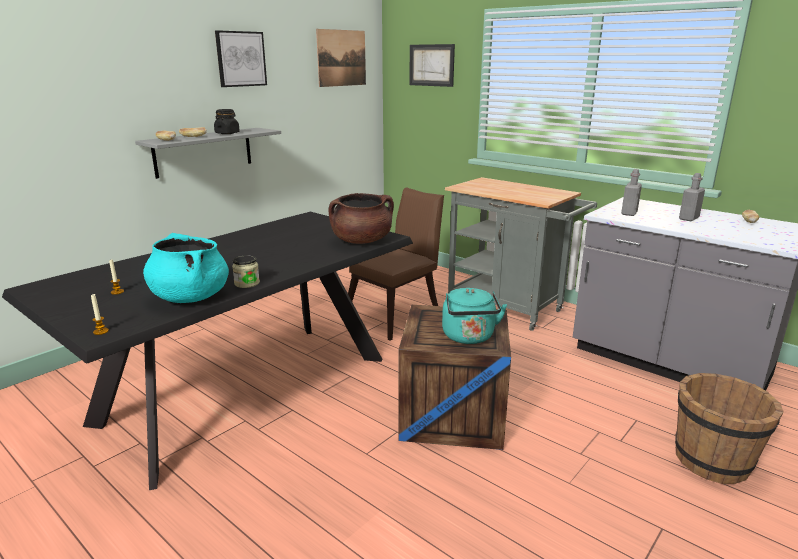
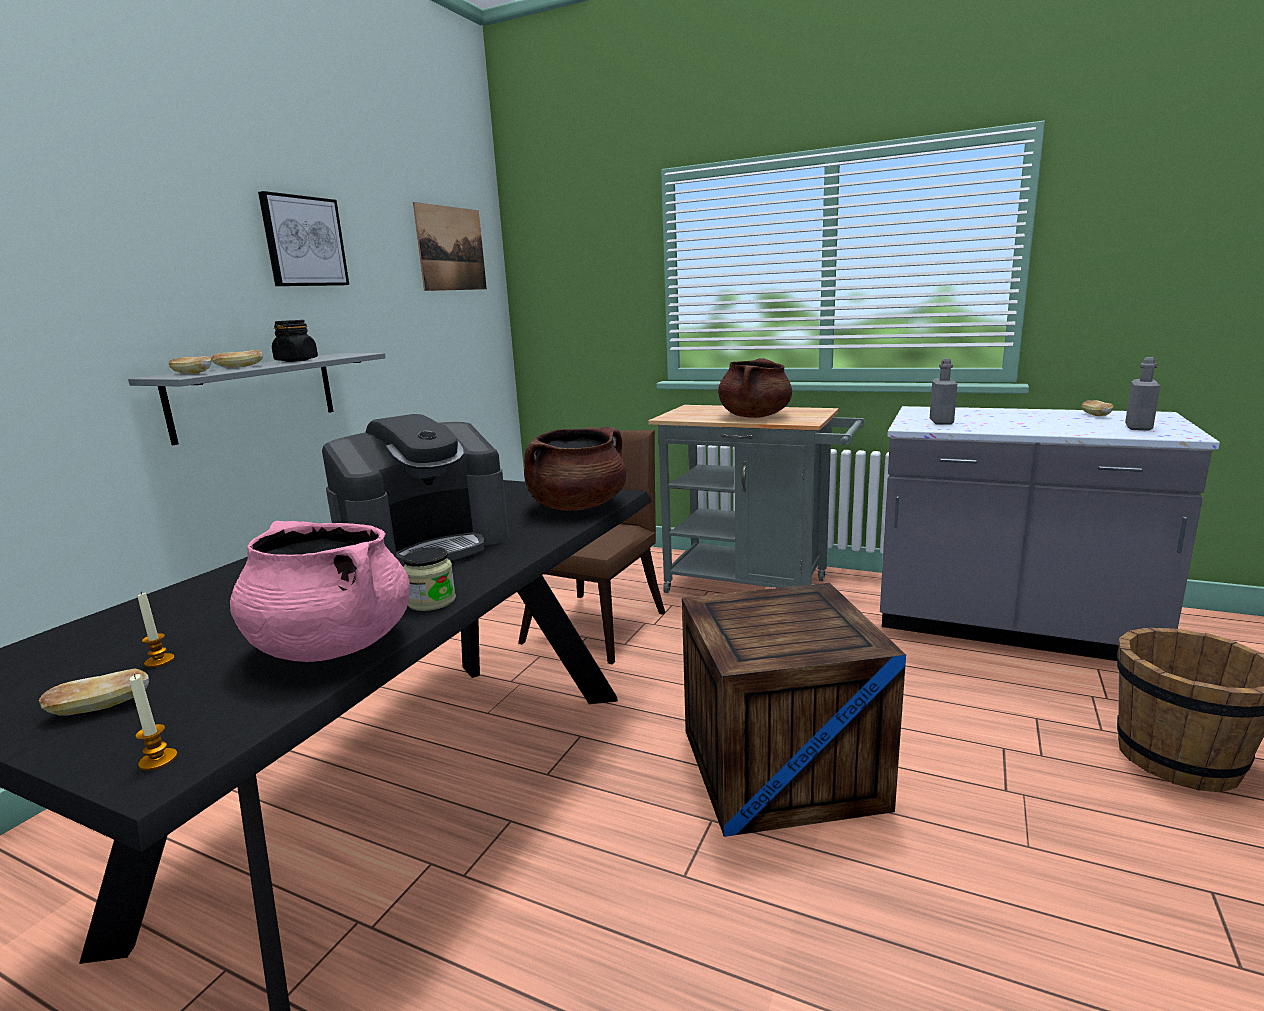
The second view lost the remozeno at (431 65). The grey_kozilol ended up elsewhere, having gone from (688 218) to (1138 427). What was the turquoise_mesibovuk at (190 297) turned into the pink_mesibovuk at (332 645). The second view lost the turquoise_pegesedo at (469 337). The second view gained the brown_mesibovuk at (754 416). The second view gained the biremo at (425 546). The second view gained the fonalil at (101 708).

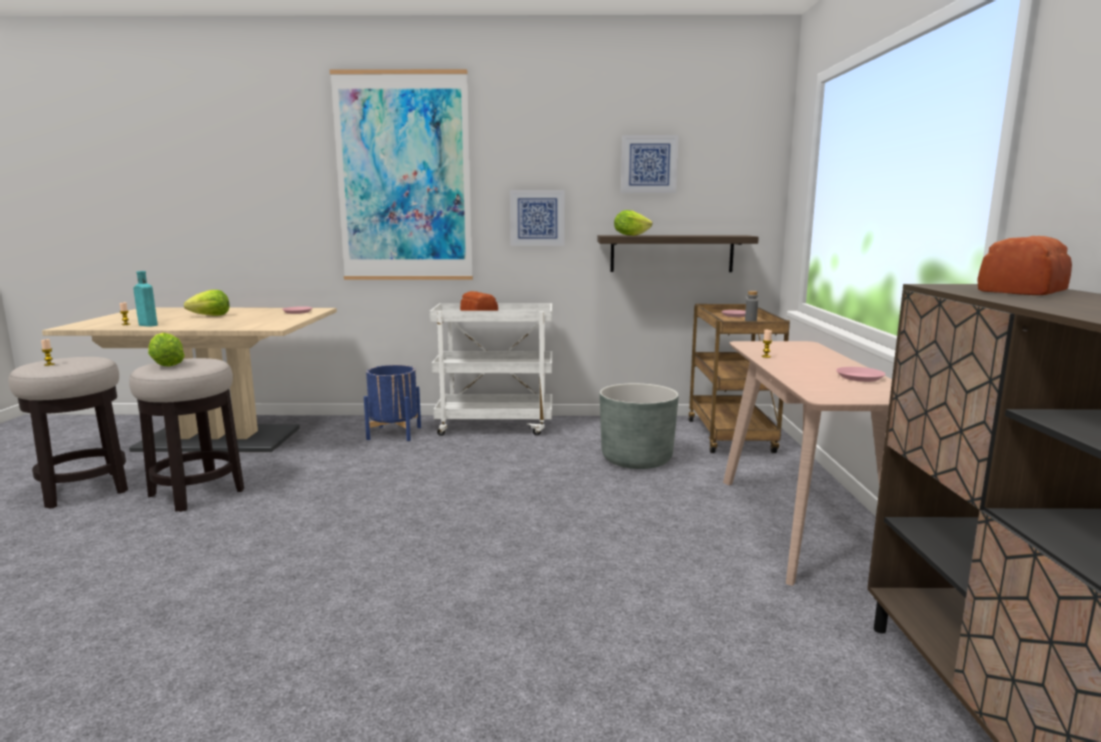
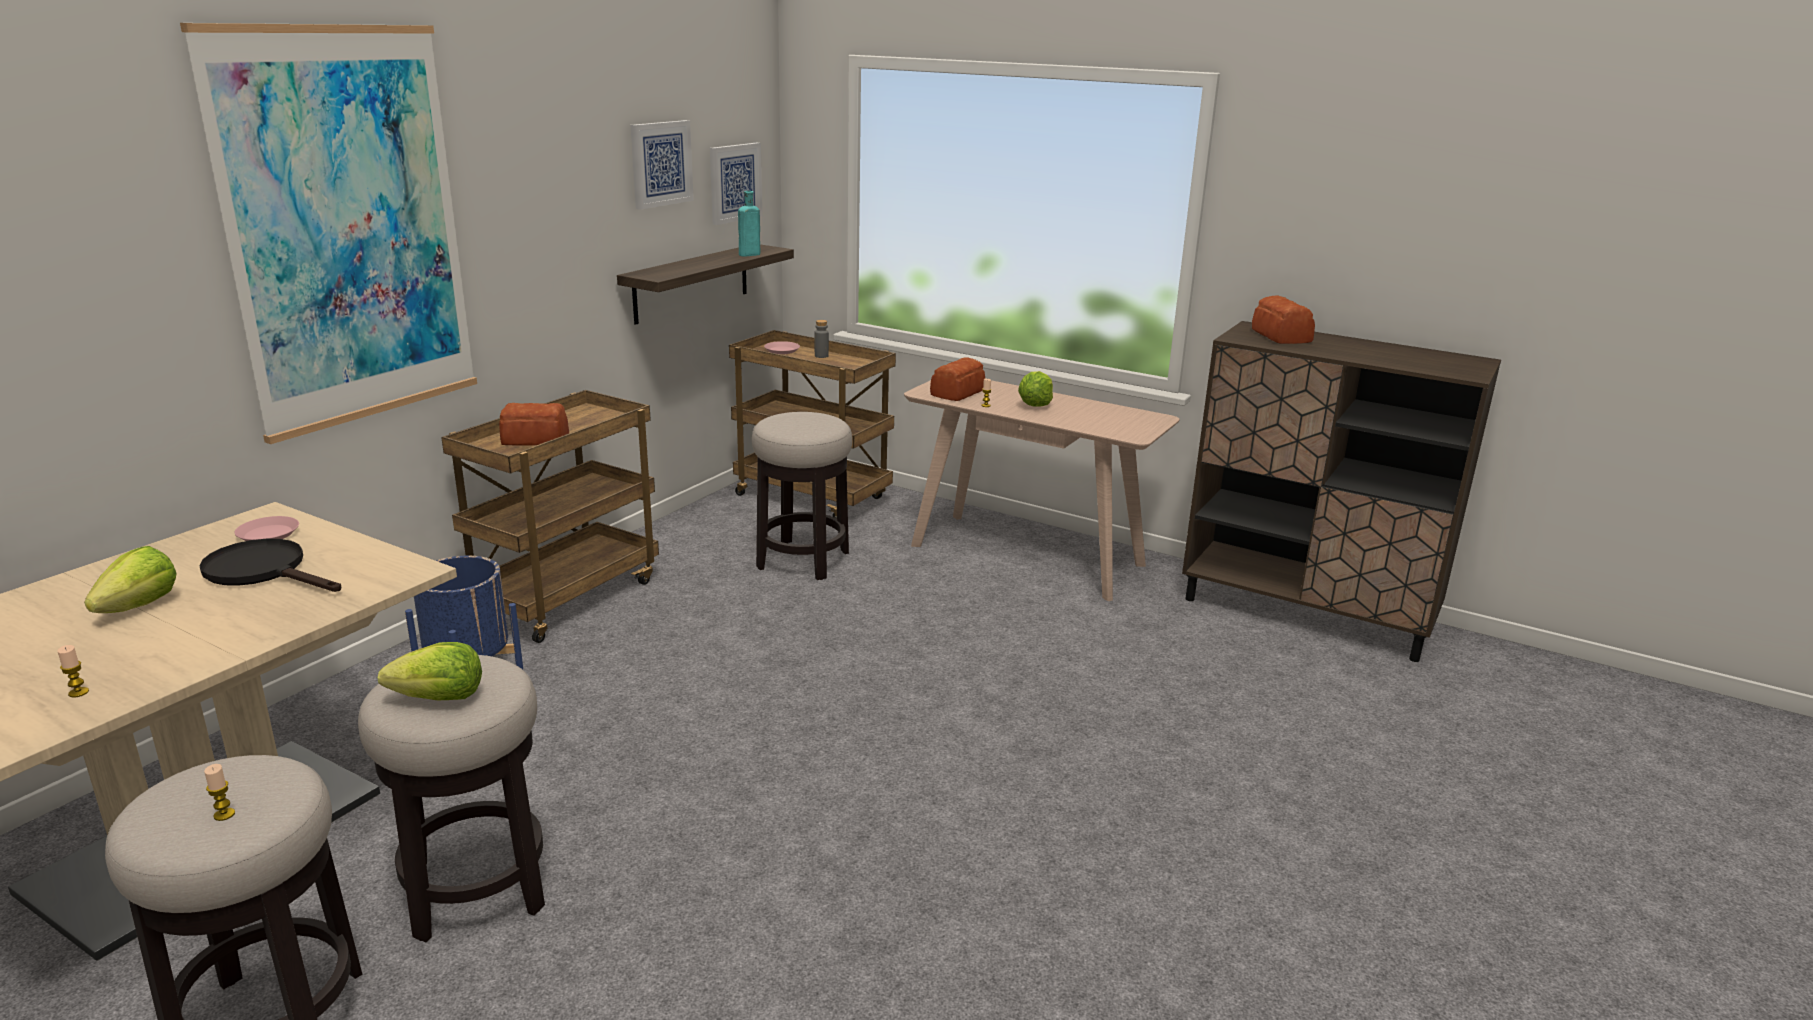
The remozeno ended up elsewhere, having gone from (537 218) to (734 182). The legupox ended up elsewhere, having gone from (630 235) to (1035 405). The turquoise_kozilol ended up elsewhere, having gone from (147 325) to (748 255). What was the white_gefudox at (496 426) turned into the brown_gefudox at (567 596). The second view lost the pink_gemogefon at (860 377). Where the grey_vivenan stood at (636 459), the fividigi came to stand at (803 560). The second view gained the fonalil at (959 392). The second view gained the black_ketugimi at (264 571).

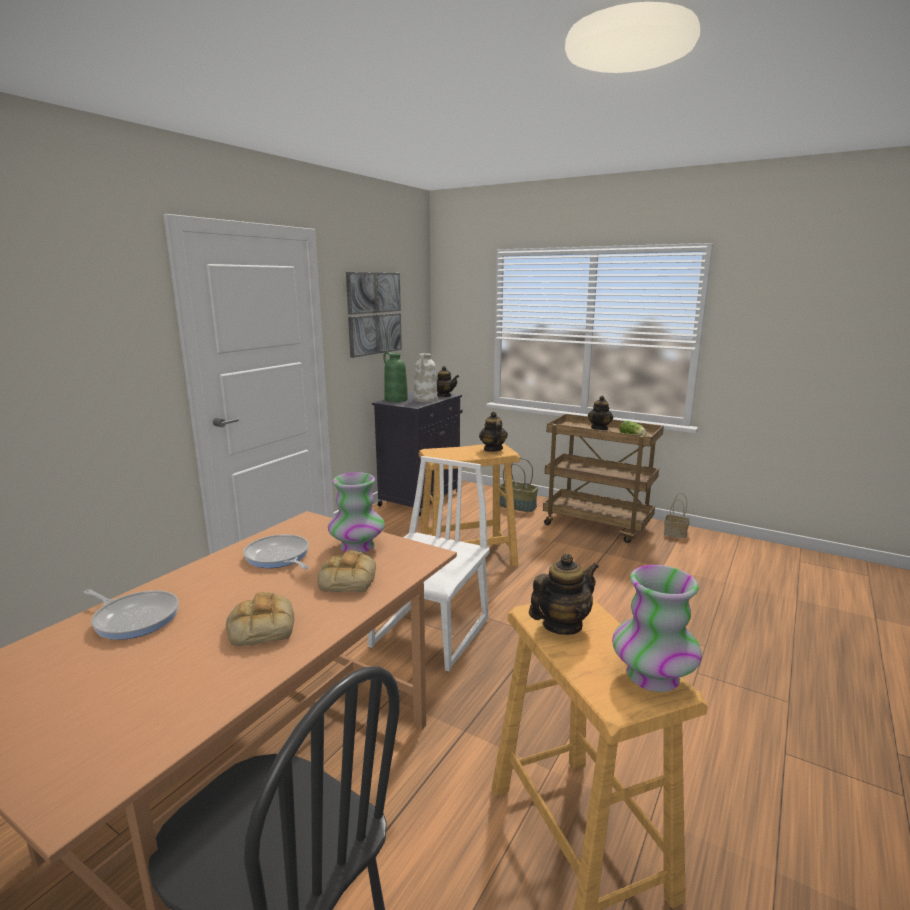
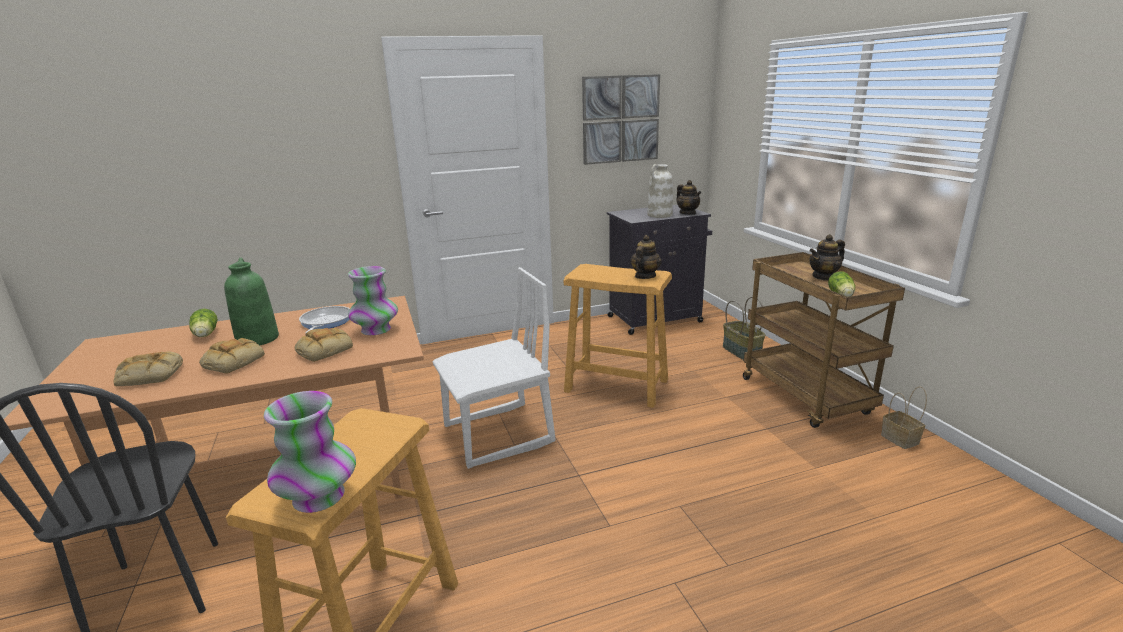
The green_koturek ended up elsewhere, having gone from (395 399) to (257 339). The second view lost the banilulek at (562 625). Where the ketugimi stood at (134 618), the legupox came to stand at (205 335). The second view gained the fonalil at (149 376).

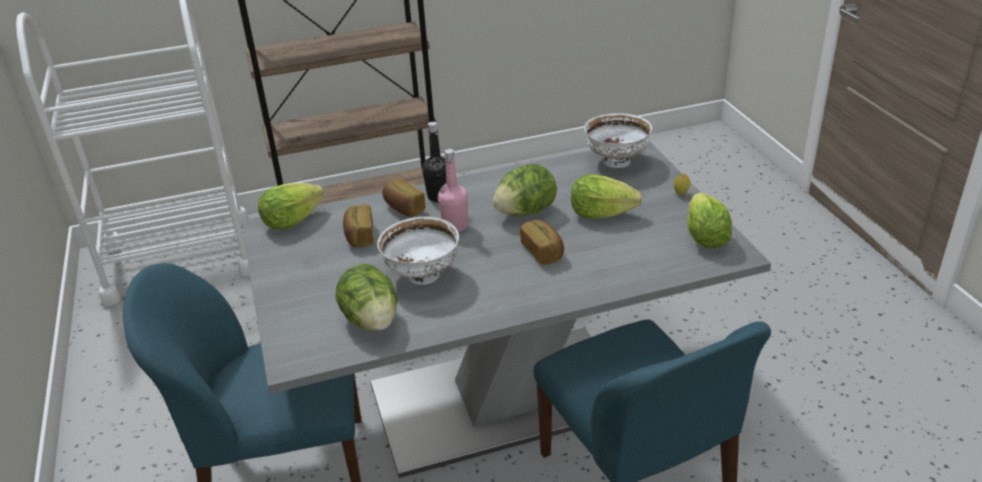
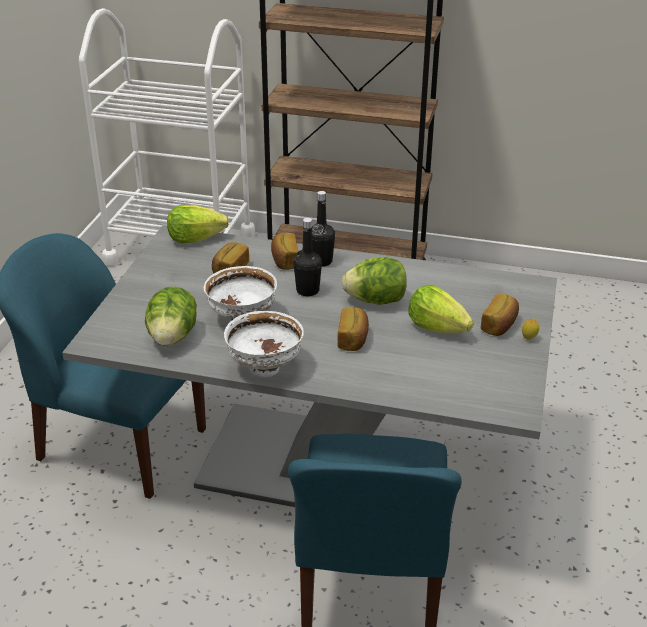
The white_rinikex ended up elsewhere, having gone from (616 161) to (264 367). What was the pink_kozilol at (455 226) turned into the black_kozilol at (307 290). The second view lost the legupox at (705 237). The second view gained the fonalil at (500 325).

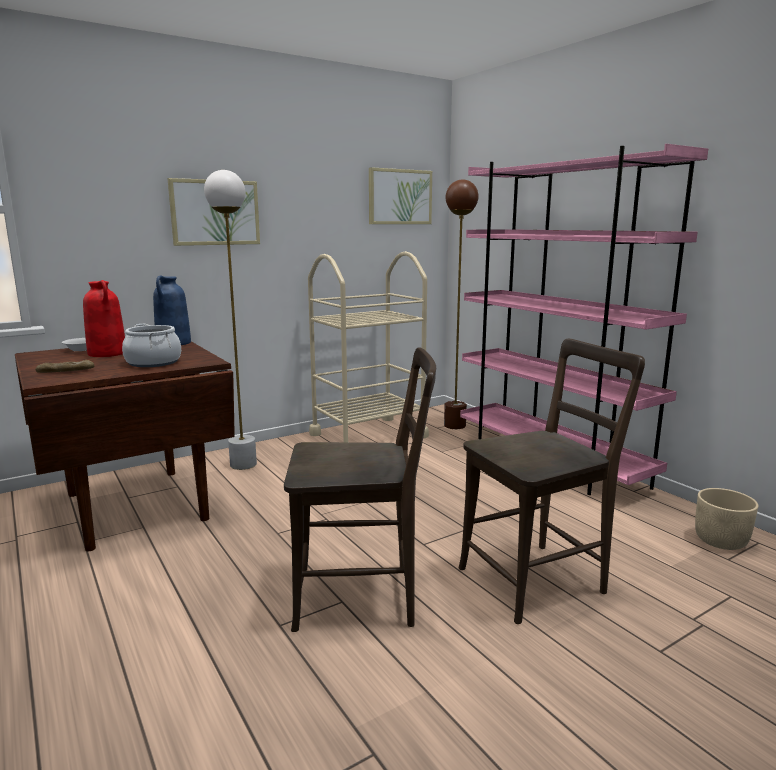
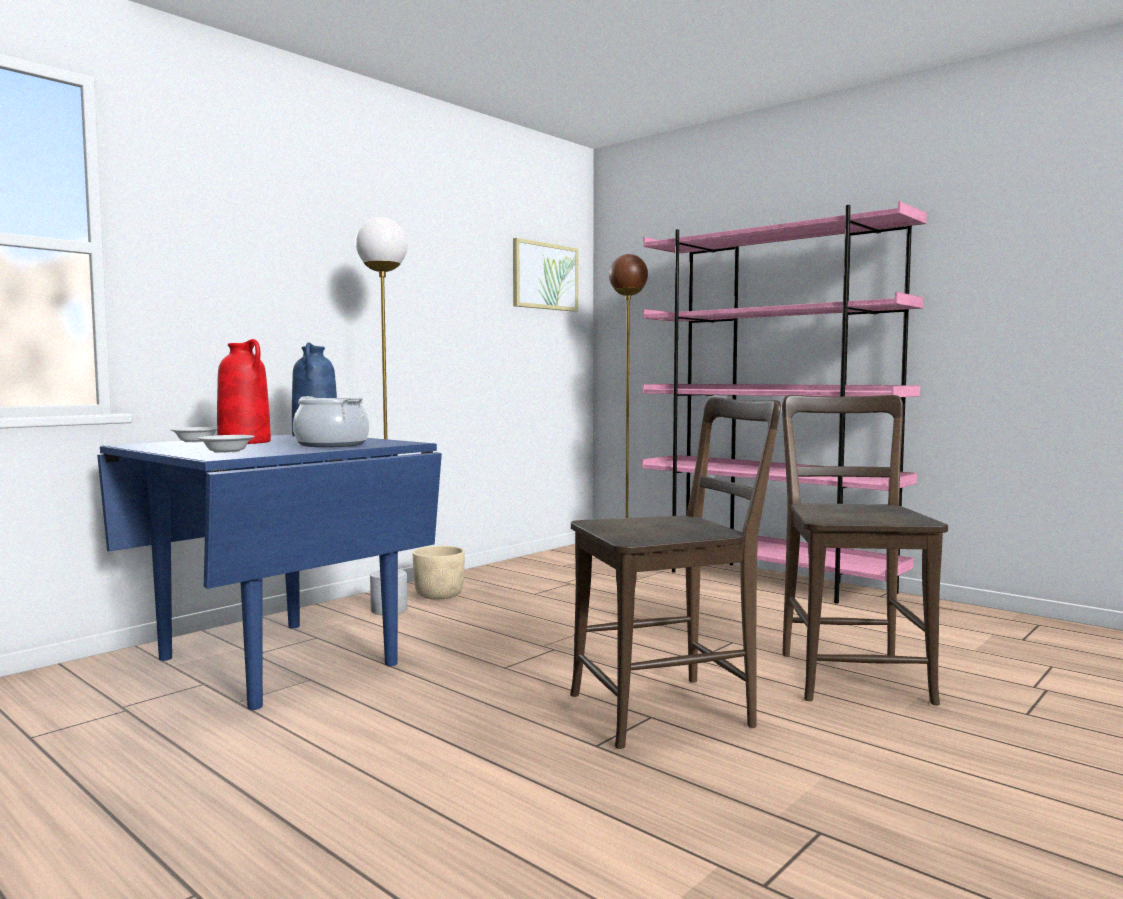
The second view lost the remozeno at (215 212). The second view lost the beige_gefudox at (368 435). The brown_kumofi at (538 579) ended up facing another way, 45 degrees counterclockwise from before. What was the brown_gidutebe at (137 506) turned into the blue_gidutebe at (279 660). Where the fonalil stood at (65 371), the white_rinikex came to stand at (227 451). The beige_vivenan ended up elsewhere, having gone from (720 540) to (439 595).

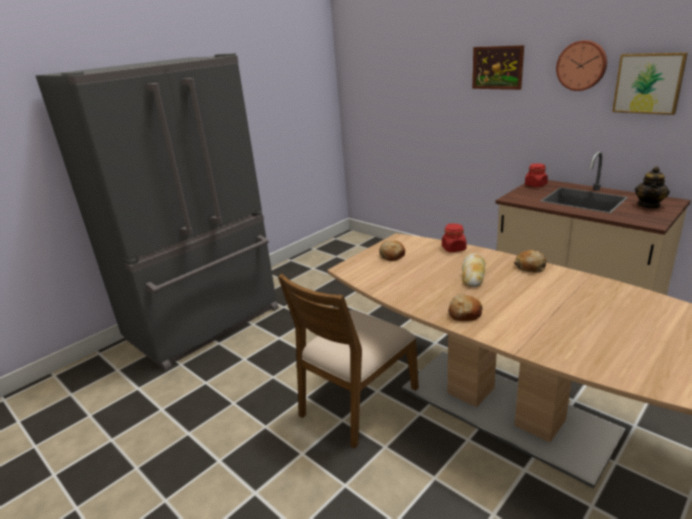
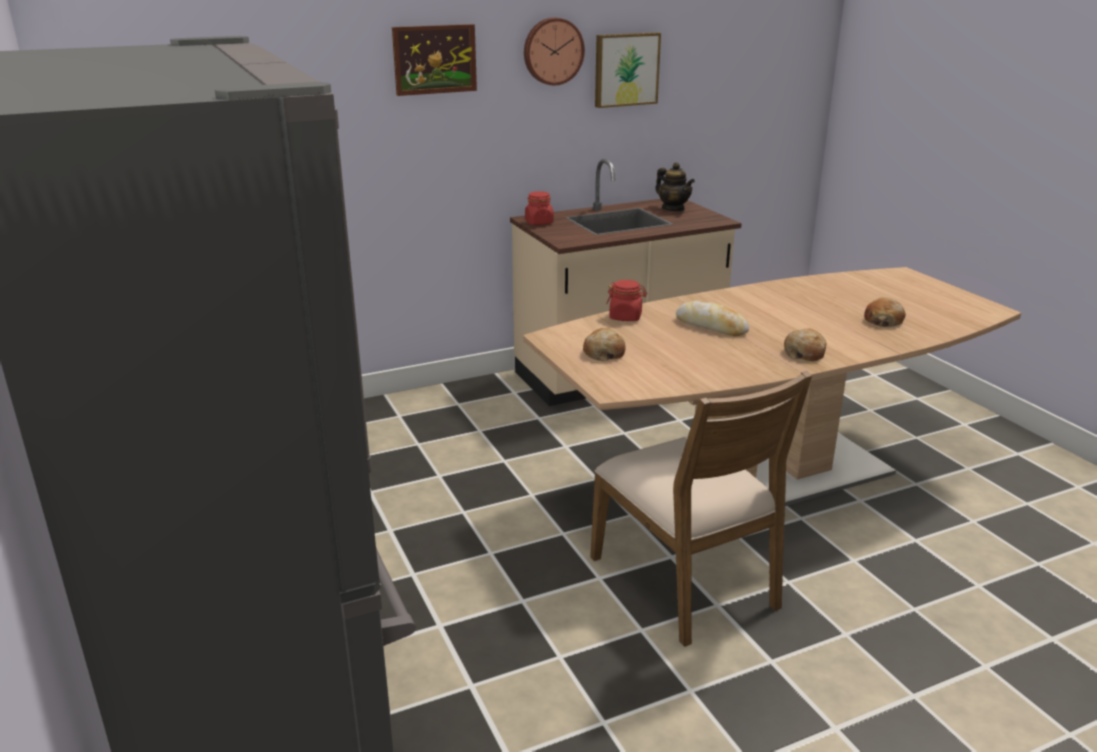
The fonalil ended up elsewhere, having gone from (530 267) to (883 320).

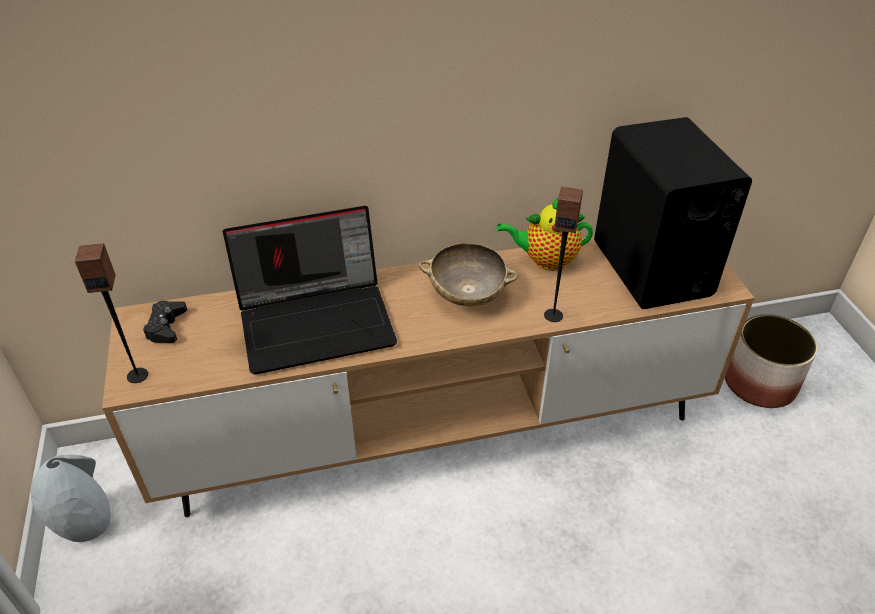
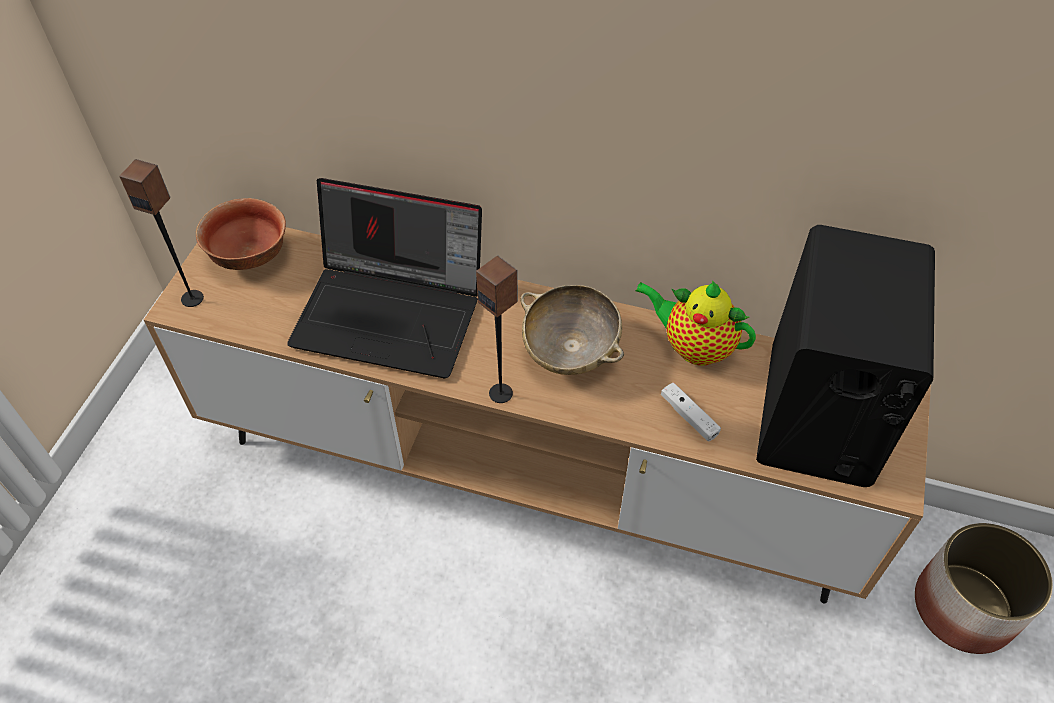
The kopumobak ended up elsewhere, having gone from (553 315) to (501 393). Where the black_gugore stood at (166 326), the rinikex came to stand at (250 255). The second view lost the grey_koturek at (86 521). The second view gained the white_gugore at (689 416).

